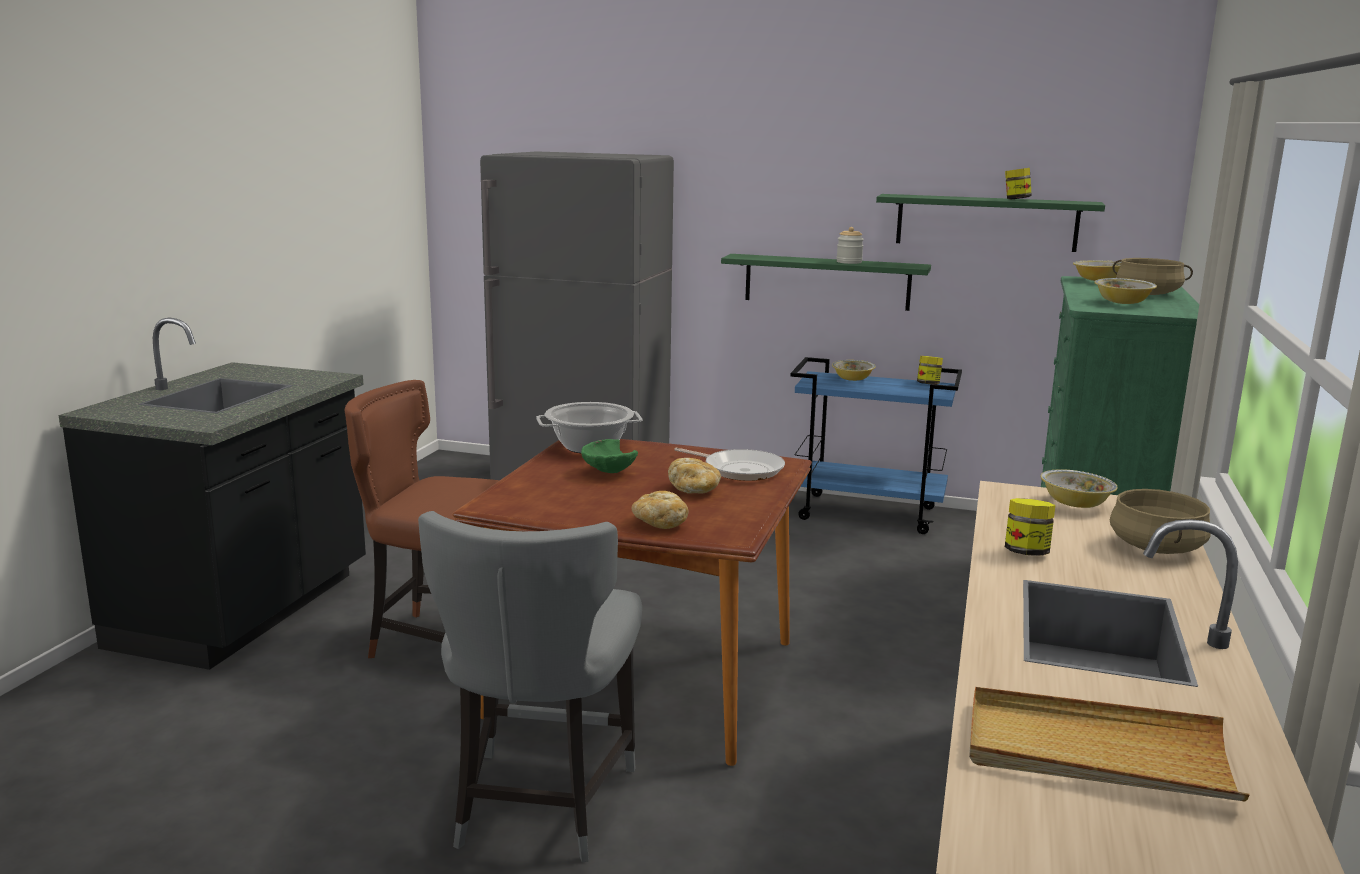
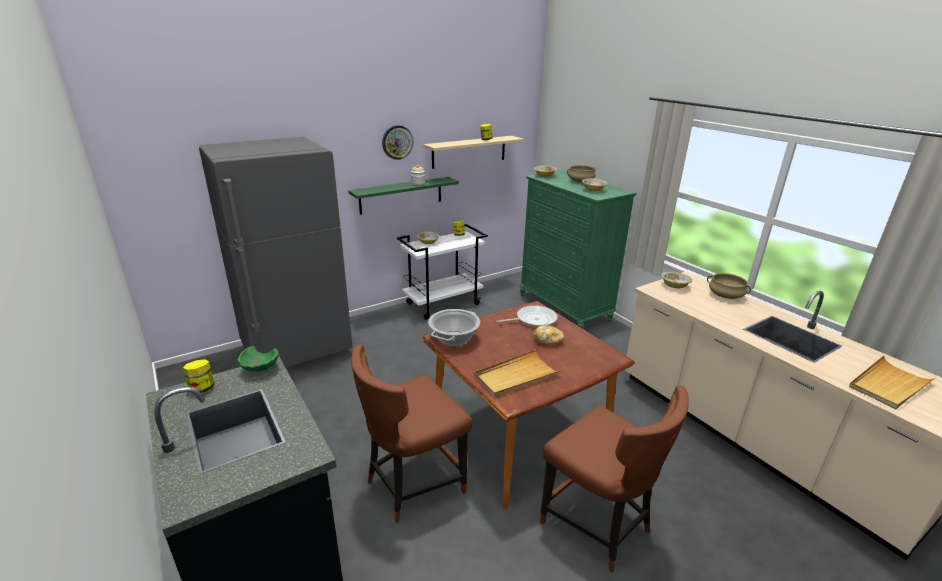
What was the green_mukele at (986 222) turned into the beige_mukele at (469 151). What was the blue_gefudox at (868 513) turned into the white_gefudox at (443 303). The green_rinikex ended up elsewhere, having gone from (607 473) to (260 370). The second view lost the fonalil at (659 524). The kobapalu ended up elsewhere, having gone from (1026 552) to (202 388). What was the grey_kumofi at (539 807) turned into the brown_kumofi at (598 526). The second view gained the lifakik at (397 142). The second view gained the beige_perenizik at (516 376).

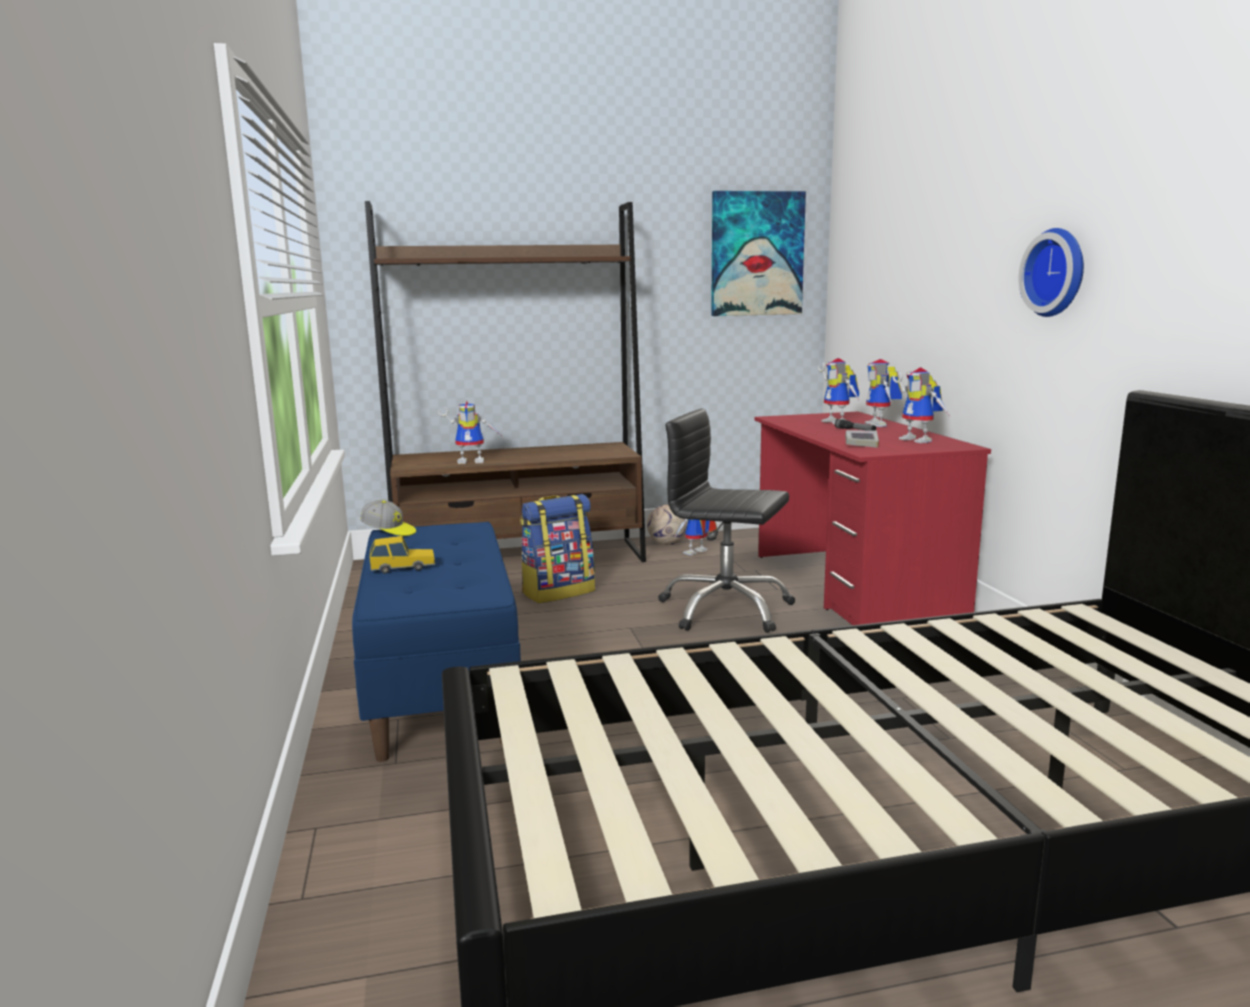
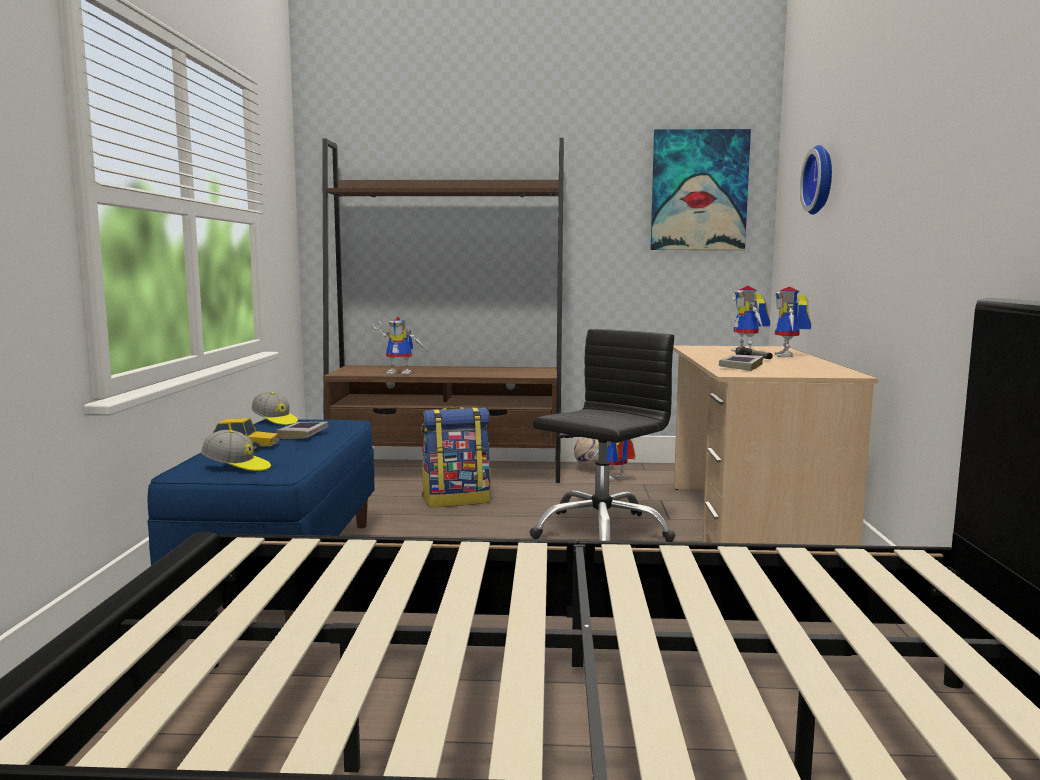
The lifakik ended up elsewhere, having gone from (1057 272) to (822 180). The second view lost the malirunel at (920 440). The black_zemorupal at (725 609) ended up facing another way, 90 degrees clockwise from before. What was the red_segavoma at (853 587) turned into the beige_segavoma at (750 525). The second view gained the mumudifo at (303 434). The second view gained the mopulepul at (237 467).

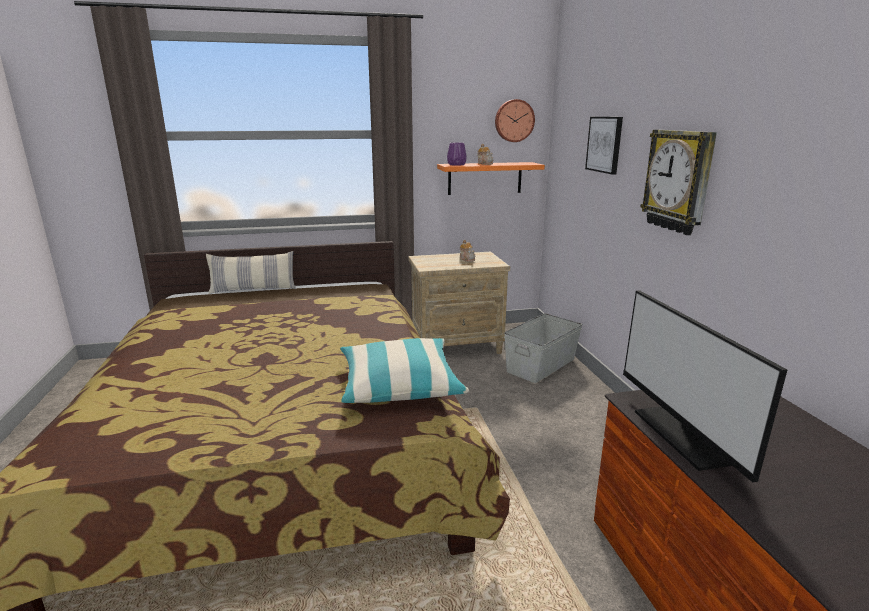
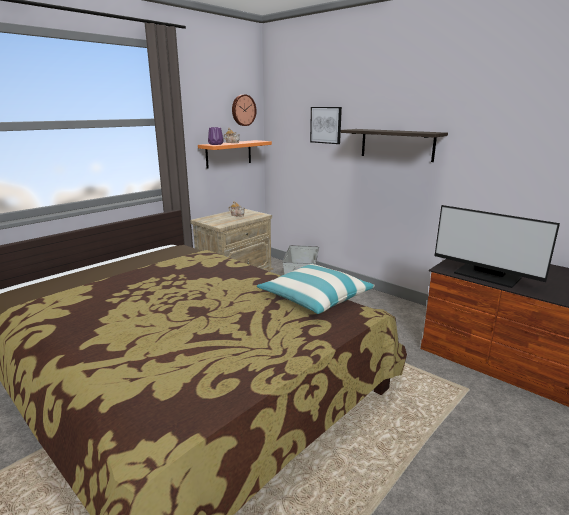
Where the lifakik hung at (678 181), the mukele came to hang at (397 144). The second view lost the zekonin at (253 290).

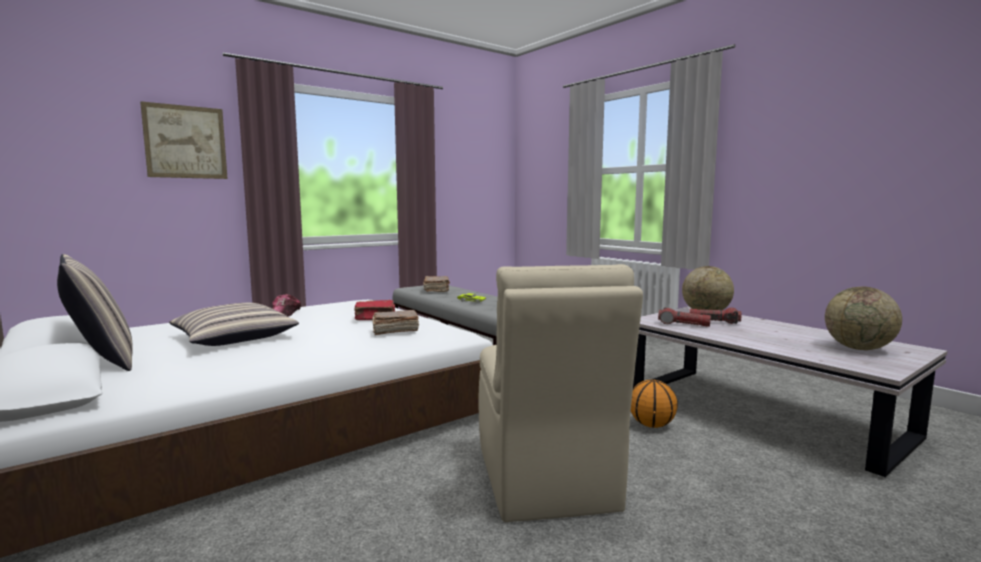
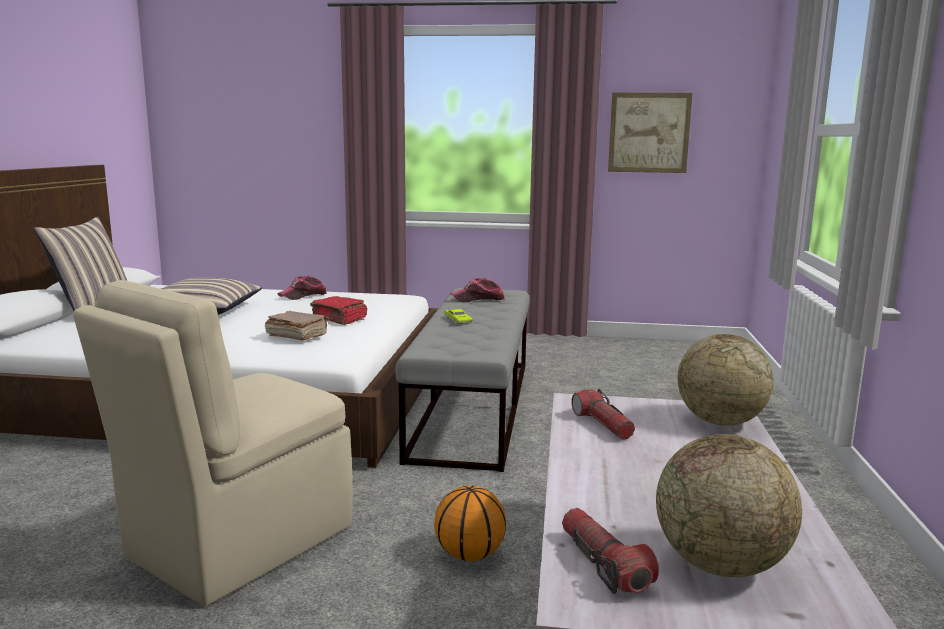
The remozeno ended up elsewhere, having gone from (185 142) to (649 133). Where the brown_mumudifo stood at (437 290), the mopulepul came to stand at (478 299). The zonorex ended up elsewhere, having gone from (714 322) to (603 564).

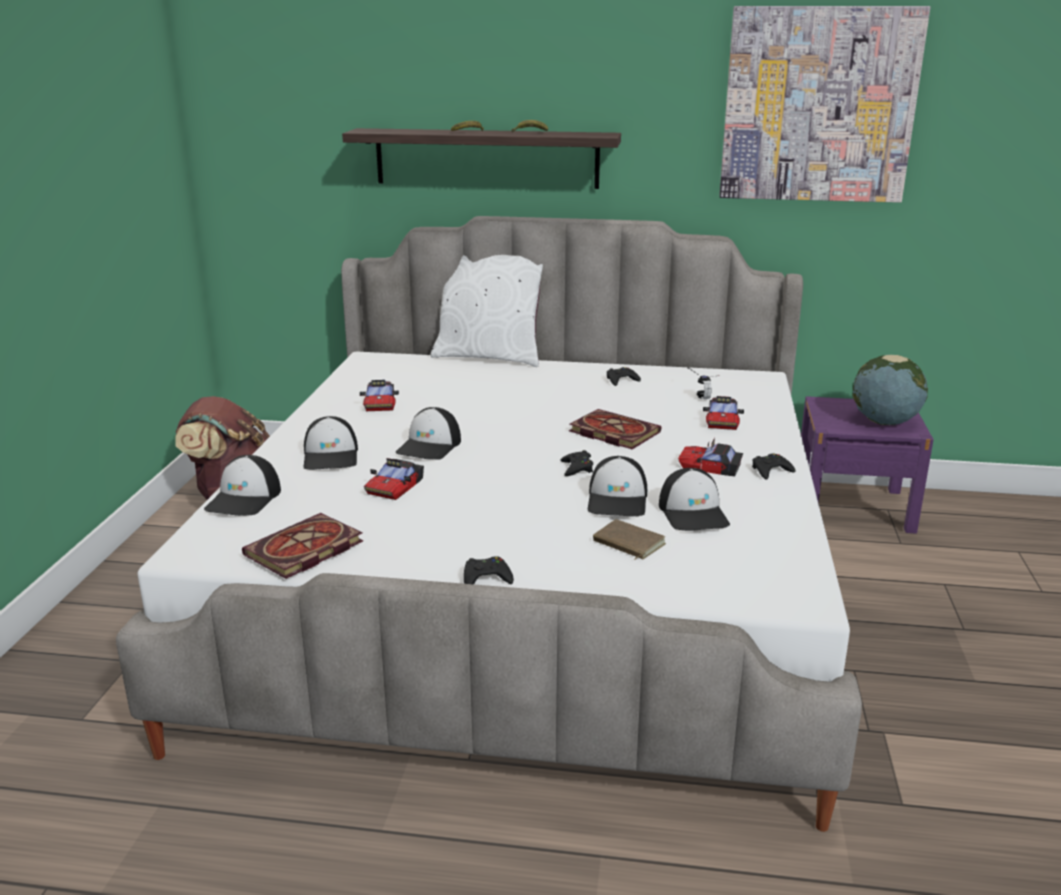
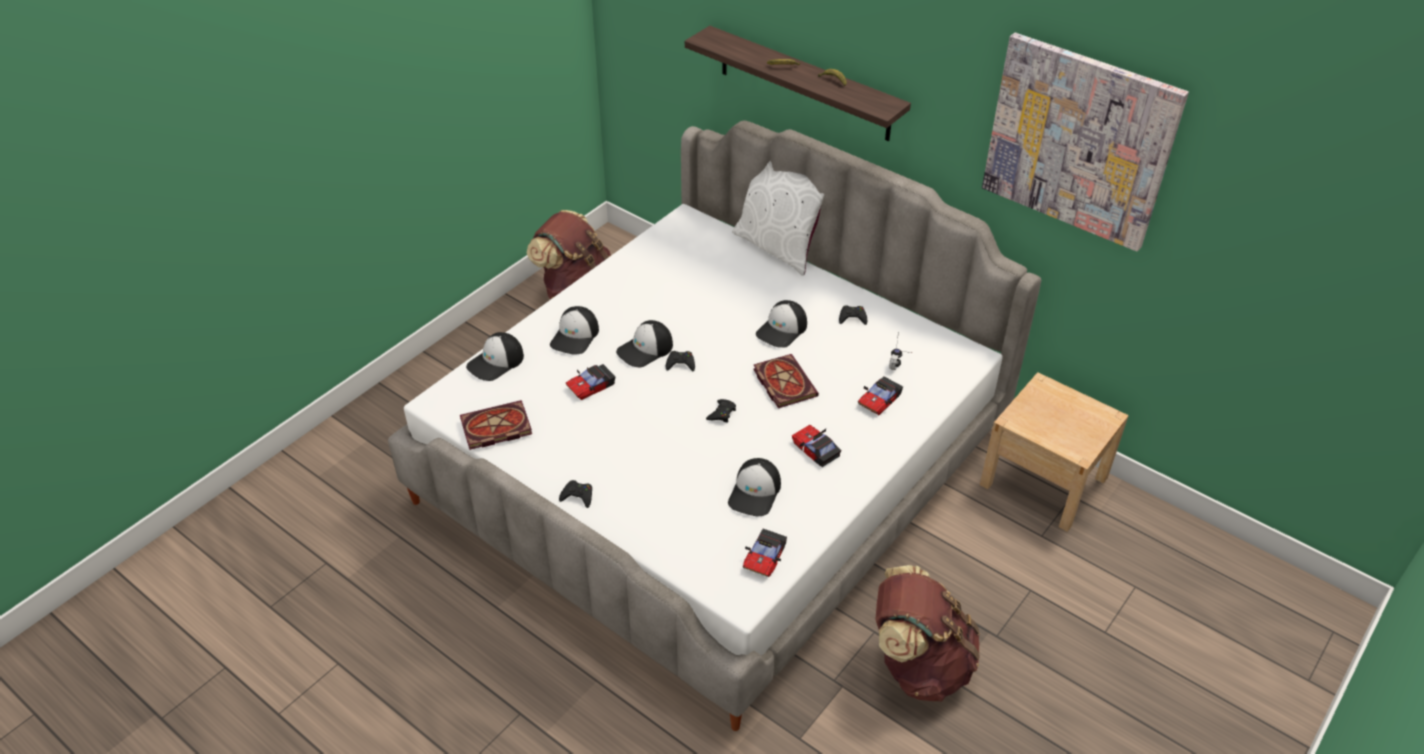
The second view lost the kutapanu at (884 422). The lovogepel ended up elsewhere, having gone from (380 403) to (765 557). What was the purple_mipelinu at (853 507) turned into the beige_mipelinu at (1043 481). The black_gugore ended up elsewhere, having gone from (771 470) to (680 364). The mopulepul ended up elsewhere, having gone from (618 500) to (782 330). The second view lost the brown_mumudifo at (627 544). The second view gained the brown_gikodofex at (918 664).

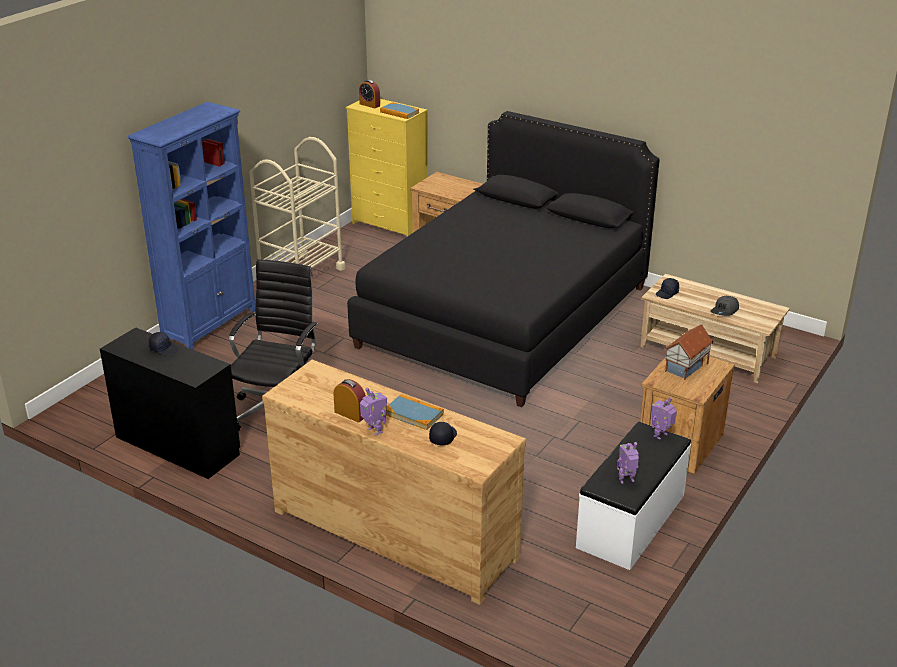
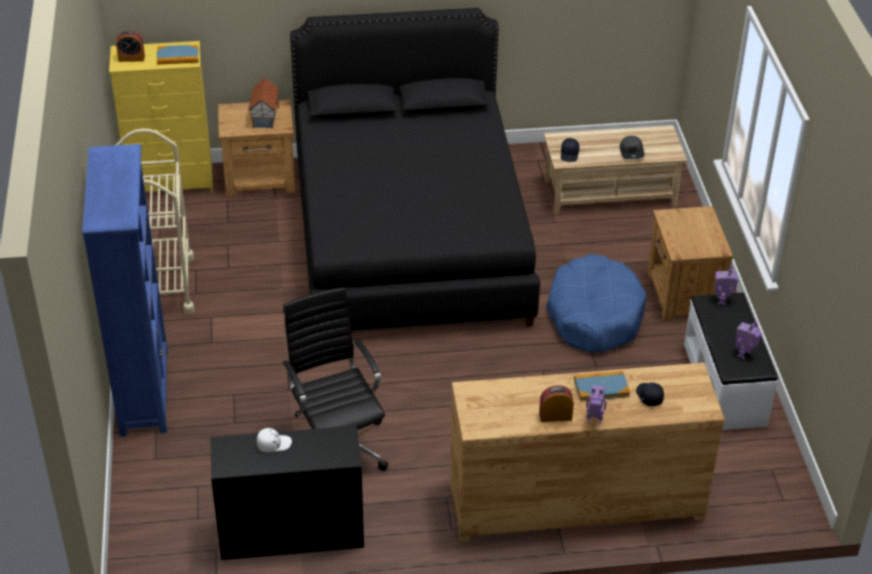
The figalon ended up elsewhere, having gone from (687 368) to (266 118). What was the black_mopulepul at (164 348) turned into the white_mopulepul at (273 444). The second view gained the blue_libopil at (594 315).

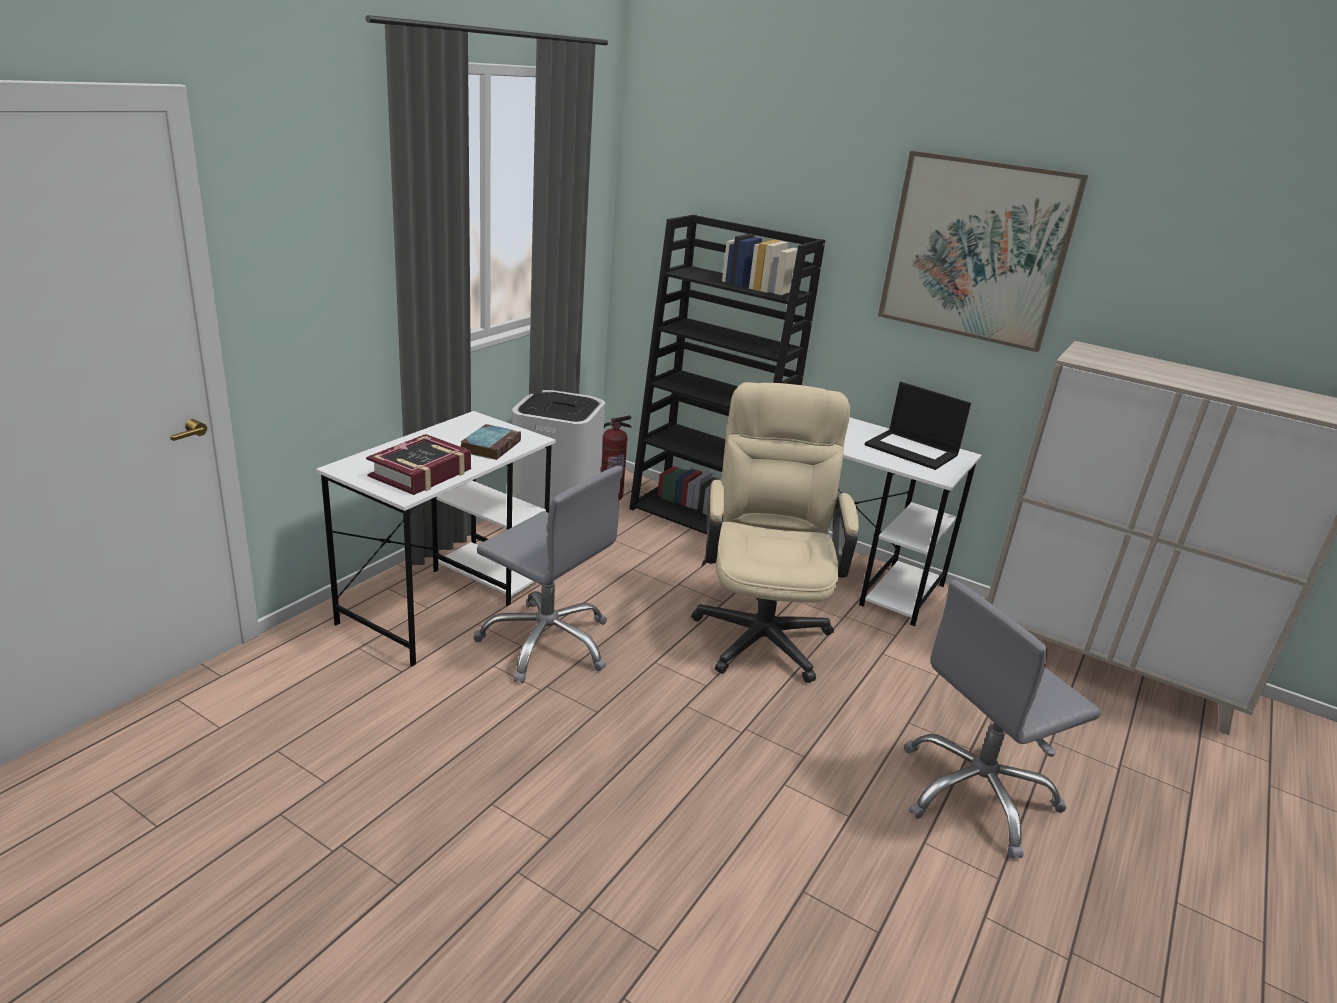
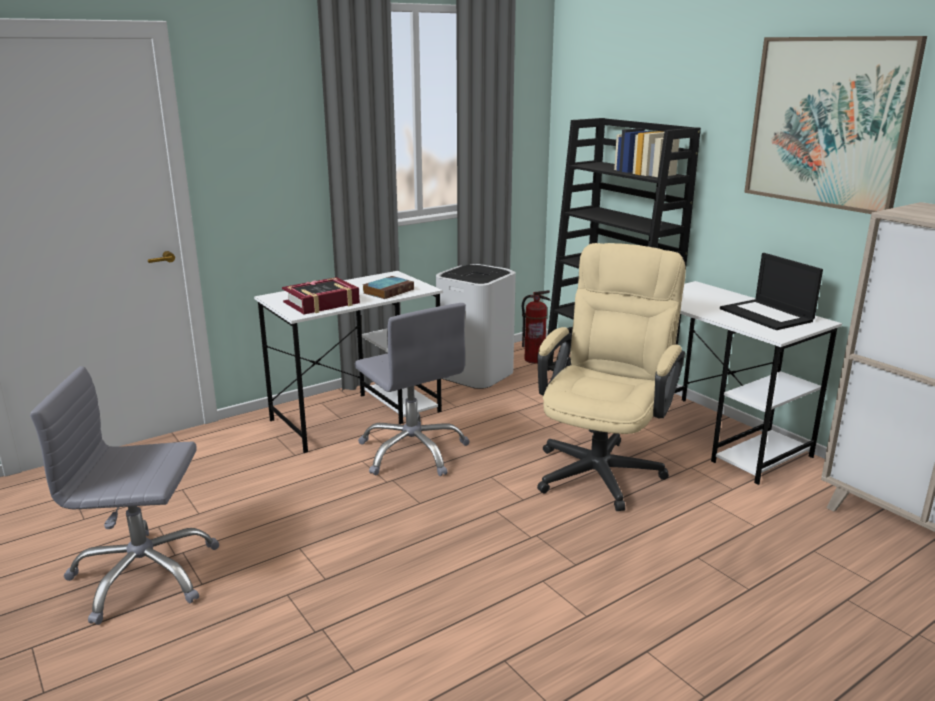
The grey_zemorupal ended up elsewhere, having gone from (976 794) to (144 575).

